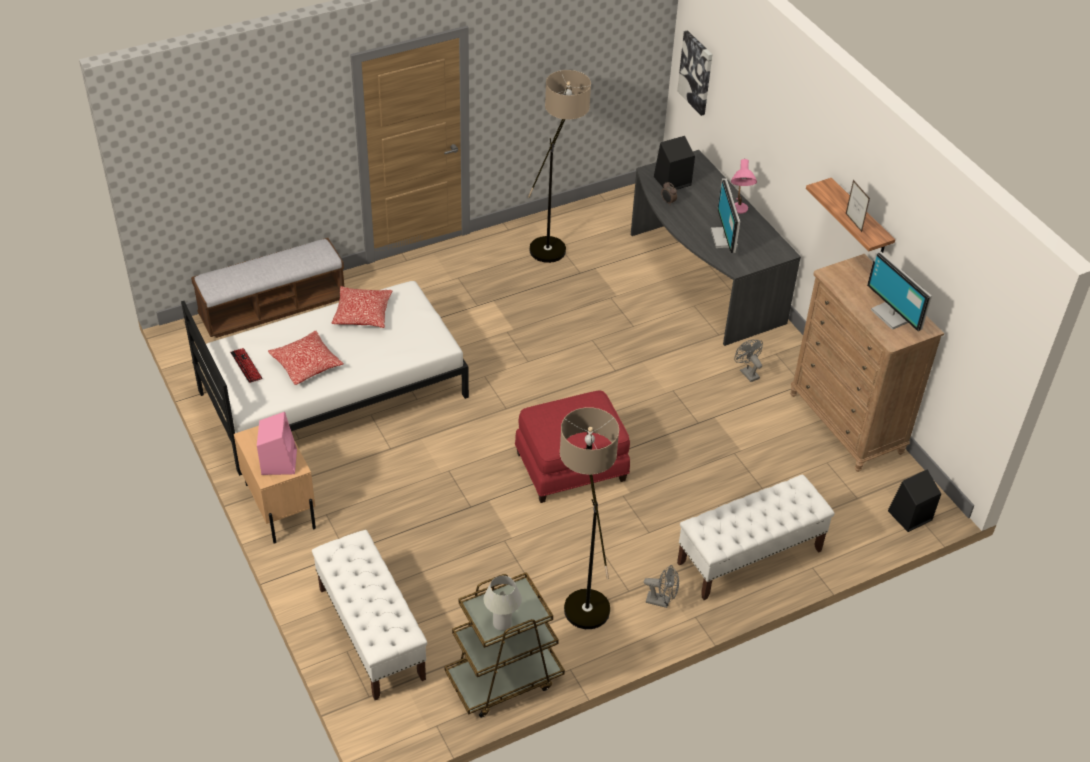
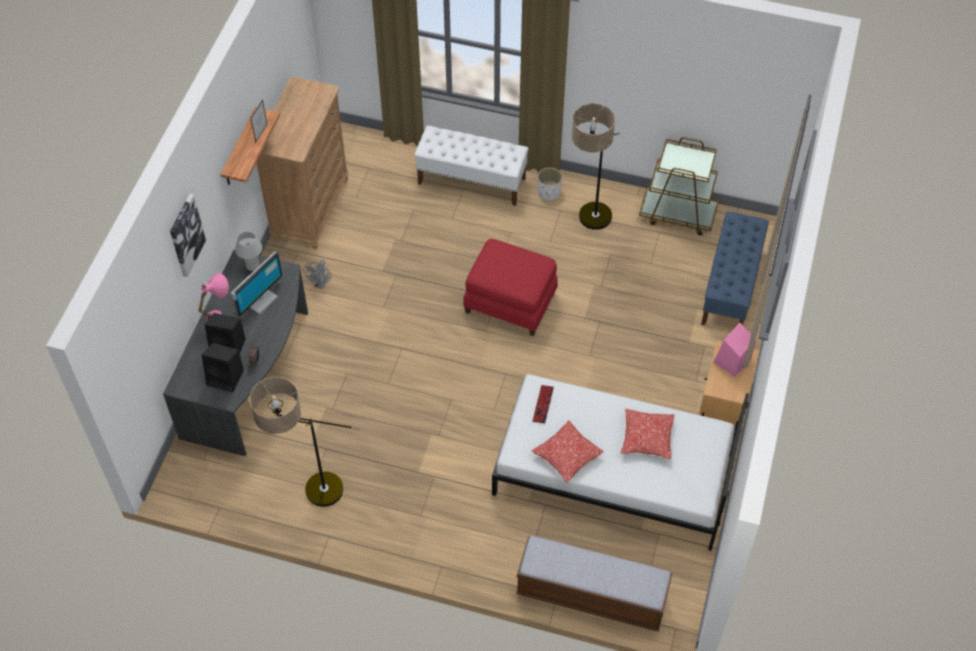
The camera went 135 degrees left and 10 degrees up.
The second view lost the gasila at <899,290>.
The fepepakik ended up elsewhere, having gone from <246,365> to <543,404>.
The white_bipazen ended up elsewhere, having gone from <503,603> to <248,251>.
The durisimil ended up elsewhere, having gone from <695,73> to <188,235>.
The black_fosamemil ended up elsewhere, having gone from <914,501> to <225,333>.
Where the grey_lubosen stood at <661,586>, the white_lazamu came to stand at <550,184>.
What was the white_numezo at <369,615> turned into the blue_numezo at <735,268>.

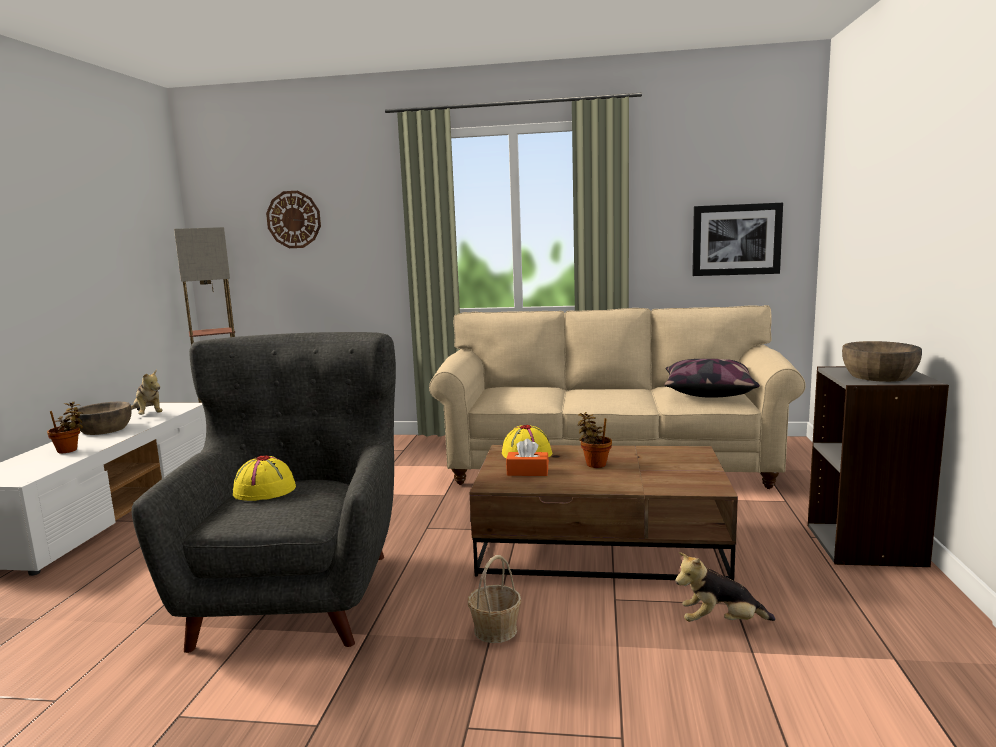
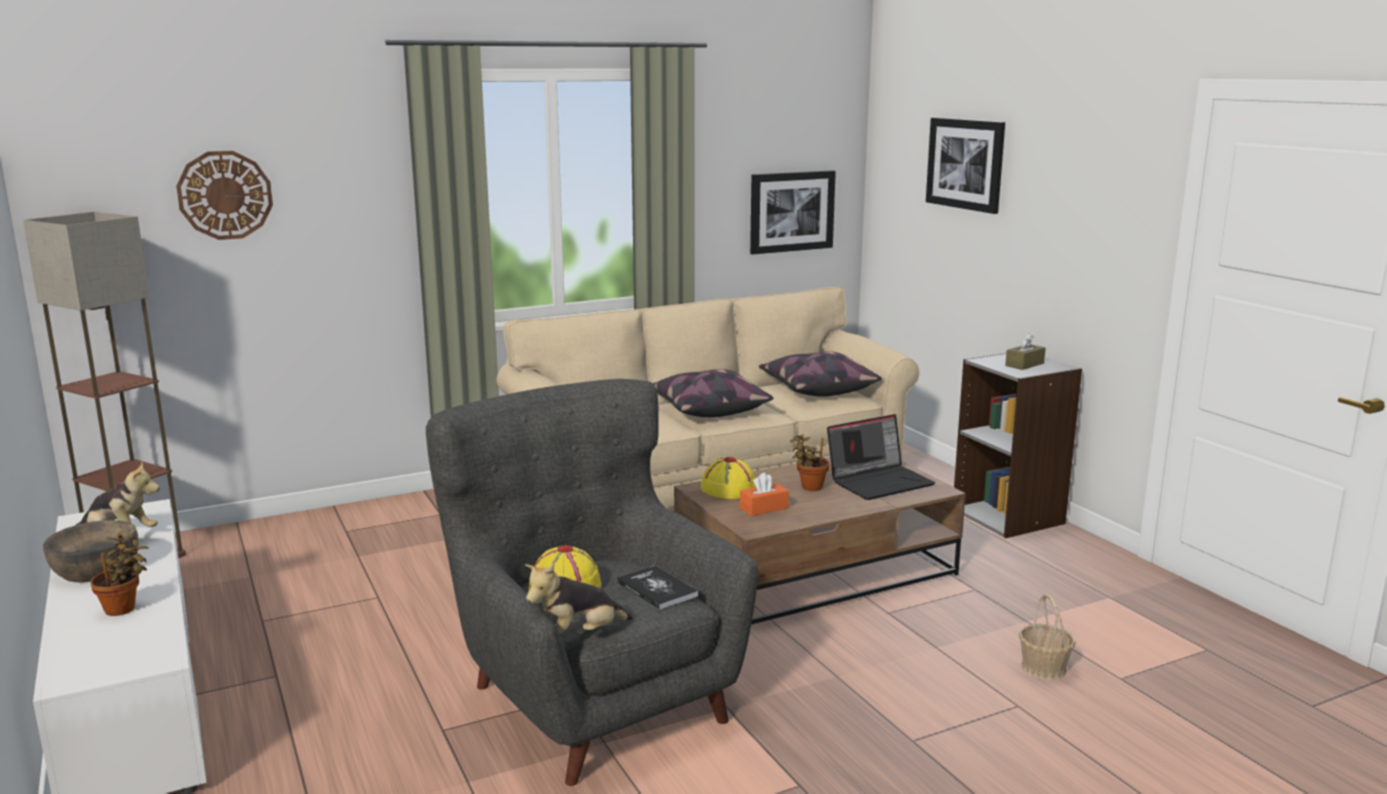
The camera went 35 degrees left and 5 degrees up.
The second view gained the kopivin at <657,587>.
The second view gained the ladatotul at <713,393>.
The second view gained the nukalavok at <881,457>.
The second view gained the durisimil at <965,166>.
The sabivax ended up elsewhere, having gone from <494,599> to <1047,637>.
The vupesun ended up elsewhere, having gone from <725,587> to <579,599>.
Where the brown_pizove stood at <882,361>, the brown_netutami came to stand at <1025,351>.

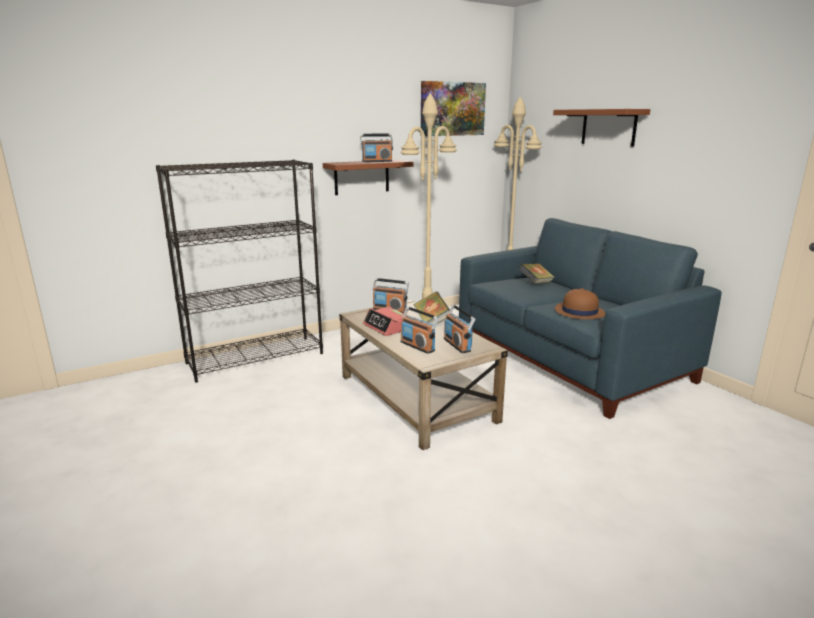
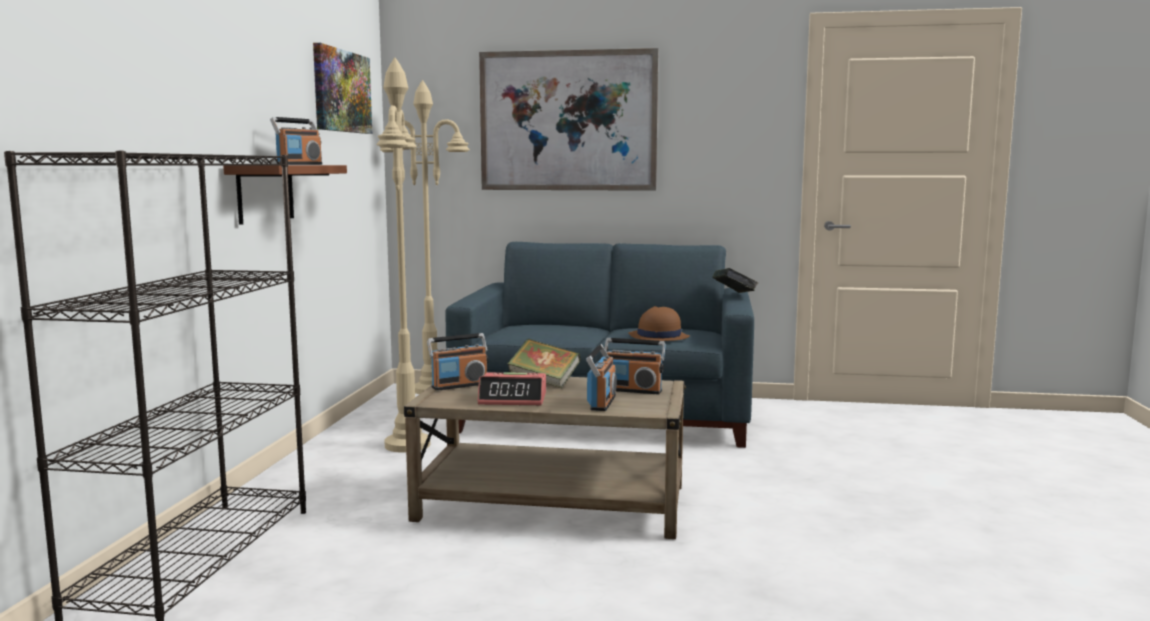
The camera went 50 degrees left and 10 degrees down.
The kopivin ended up elsewhere, having gone from <536,273> to <735,280>.
Where the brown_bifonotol hung at <602,128>, the durisimil came to hang at <568,119>.
The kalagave at <420,330> ended up facing another way, 75 degrees counterclockwise from before.

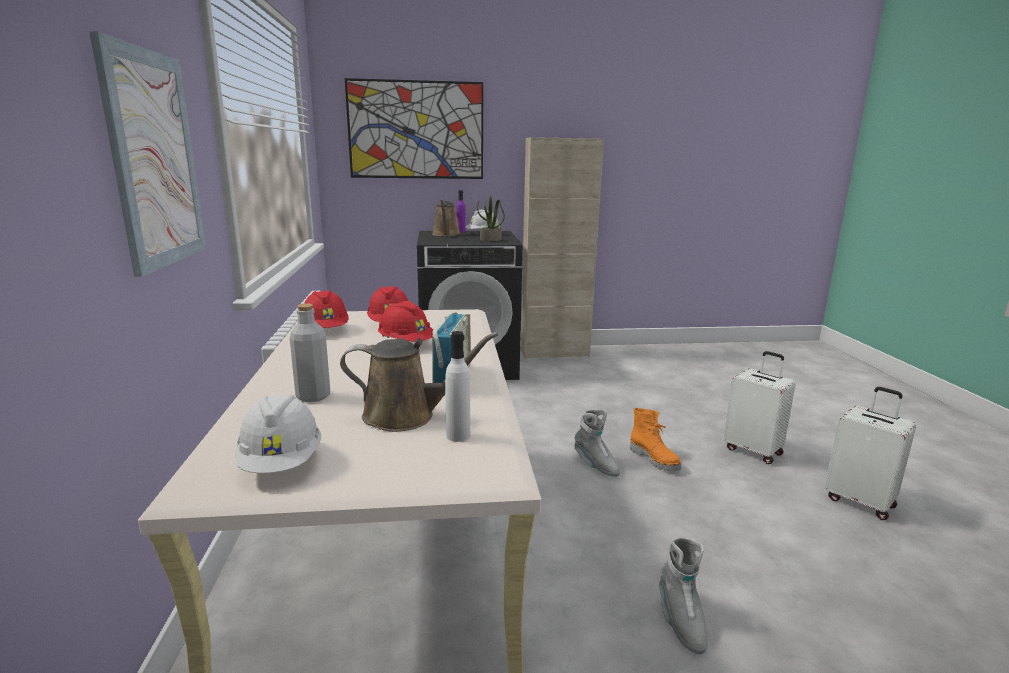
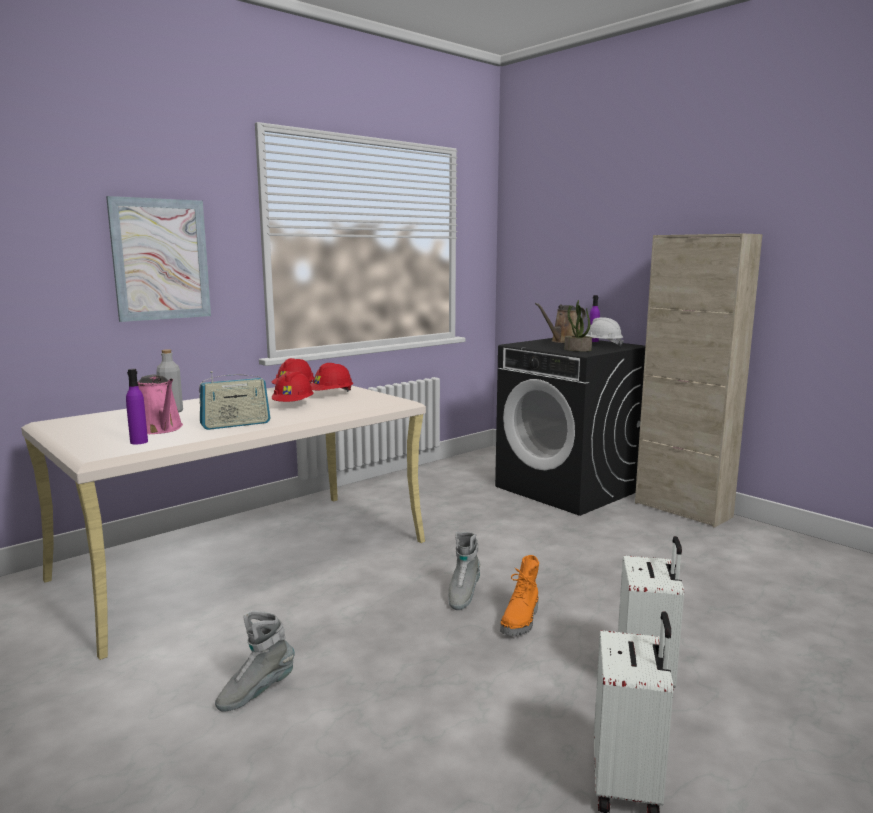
The camera went 55 degrees right and 5 degrees down.
The second view lost the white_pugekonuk at <278,433>.
The second view lost the durisimil at <414,128>.
What was the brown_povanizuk at <419,382> turned into the pink_povanizuk at <160,404>.
What was the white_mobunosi at <457,386> turned into the purple_mobunosi at <137,407>.

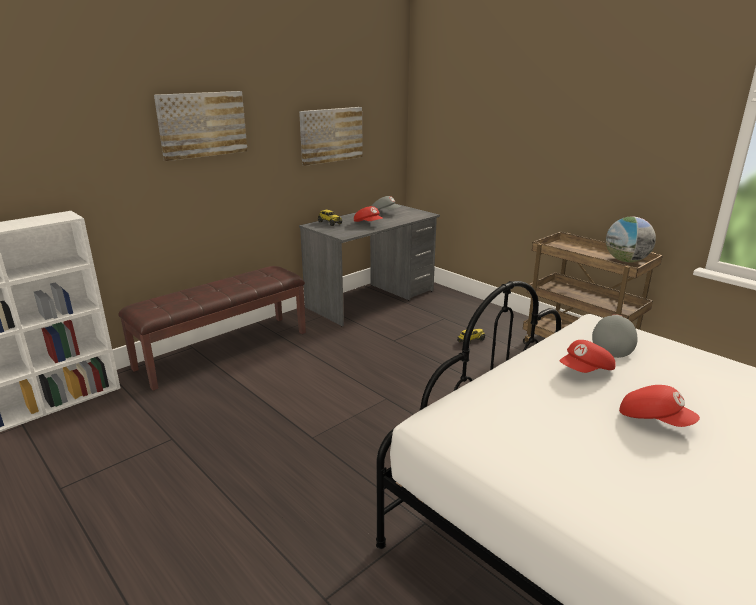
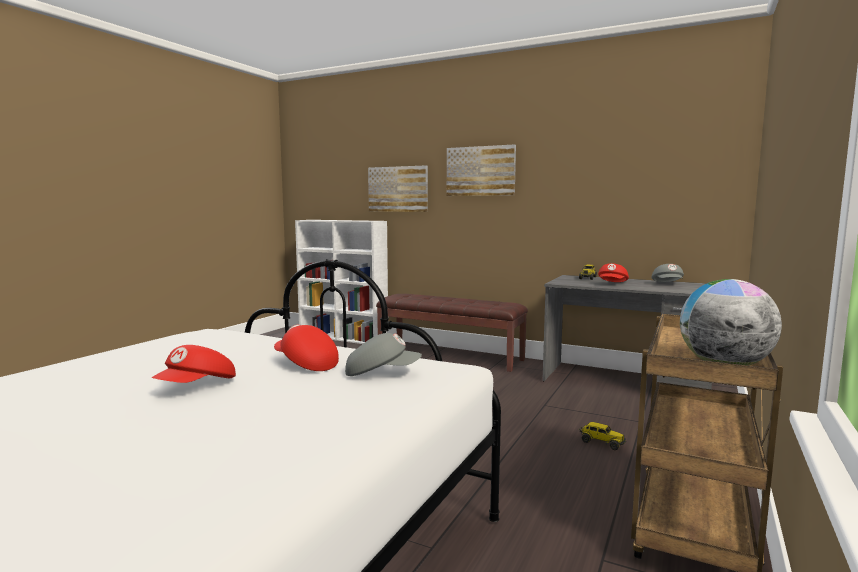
The camera went 70 degrees right and 15 degrees down.
The durisimil ended up elsewhere, having gone from <331,136> to <398,188>.

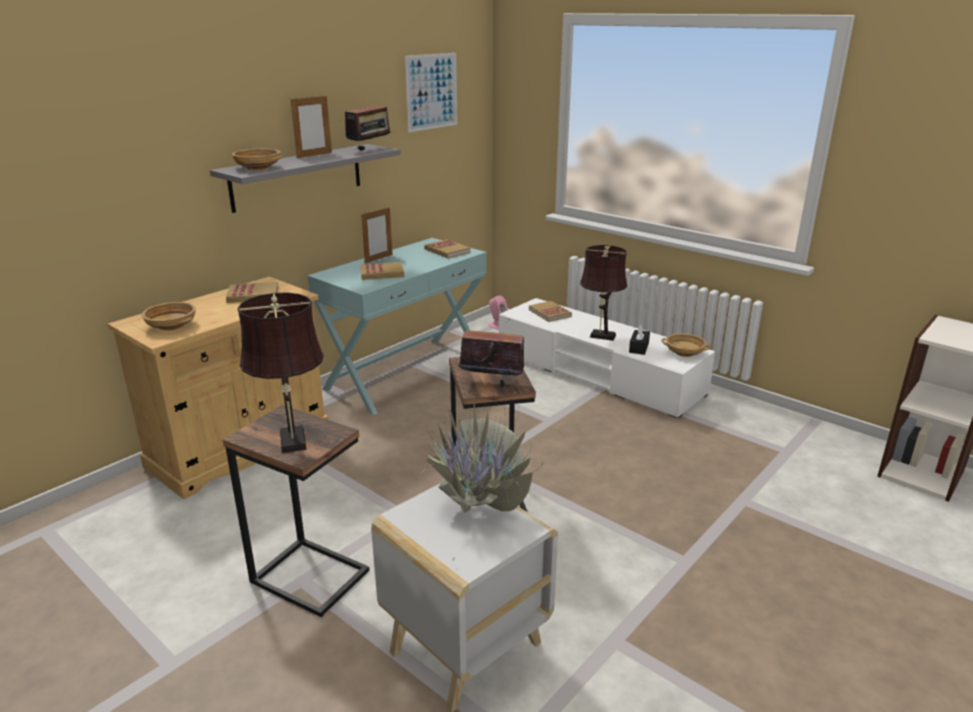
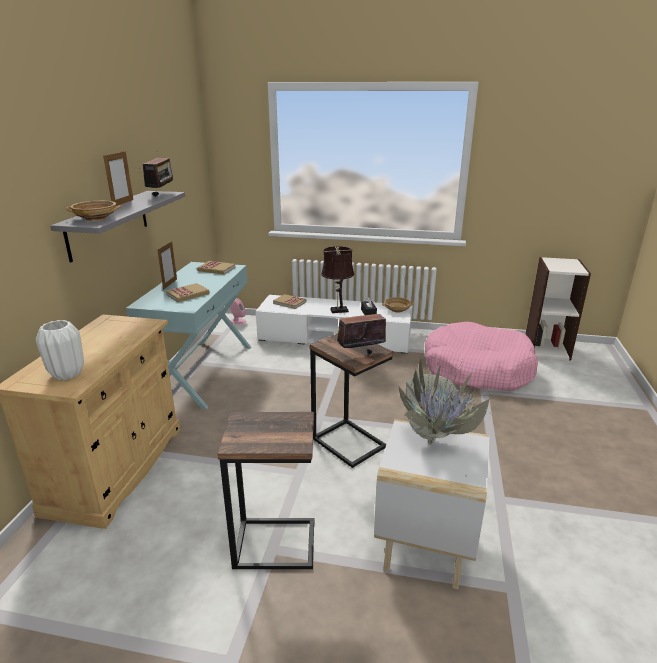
The camera went 30 degrees left and 0 degrees up.
The second view lost the kopivin at <252,292>.
The second view lost the brown_bipazen at <280,372>.
The second view lost the durisimil at <431,92>.
The second view gained the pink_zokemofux at <481,356>.
Where the beige_pizove stood at <169,316>, the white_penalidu came to stand at <60,350>.

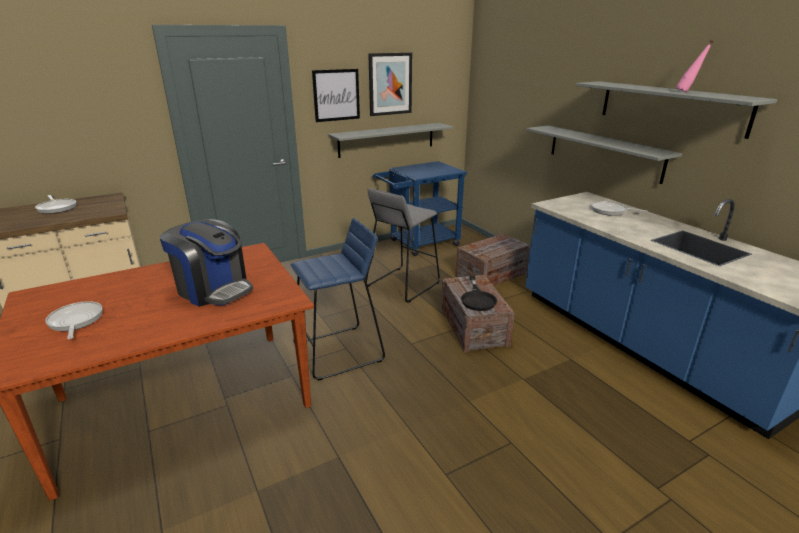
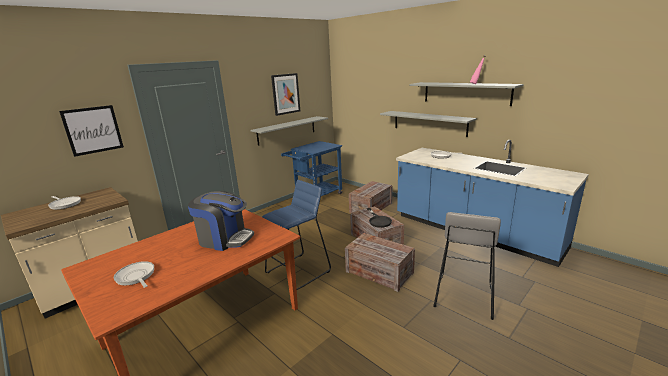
The camera went 15 degrees left and 5 degrees down.
The second view gained the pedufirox at <380,262>.
The durisimil ended up elsewhere, having gone from <336,95> to <91,131>.
The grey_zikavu ended up elsewhere, having gone from <403,245> to <467,266>.

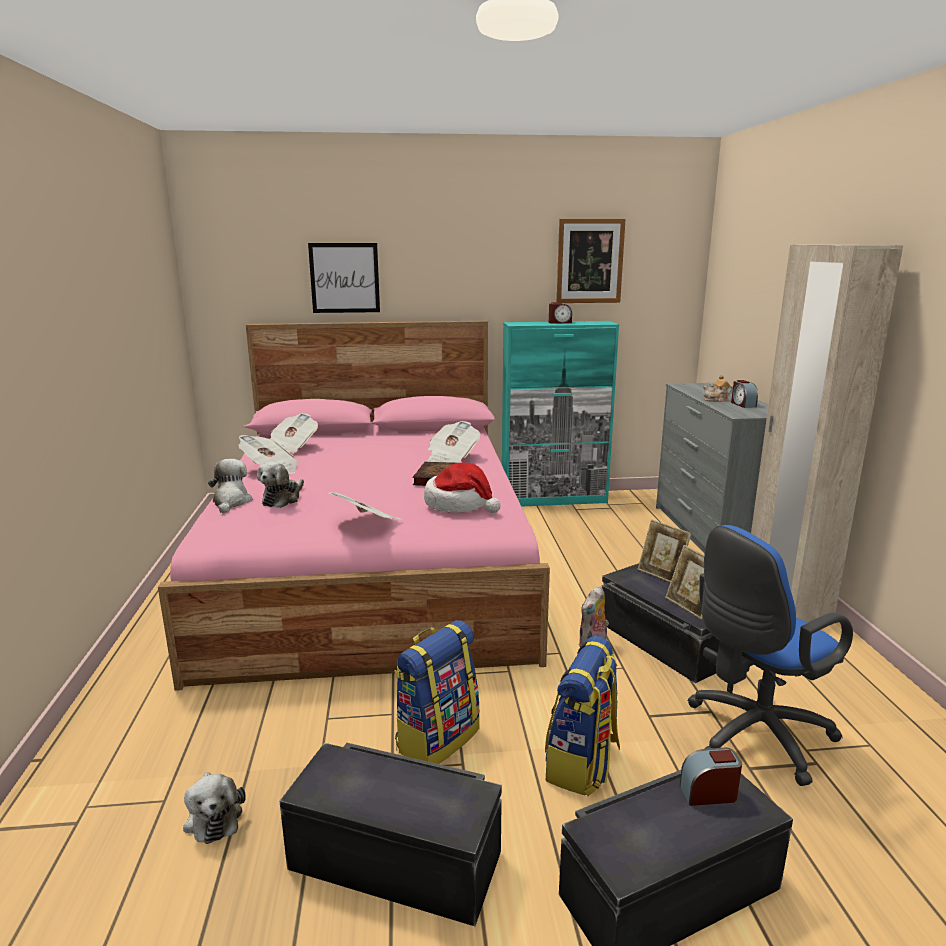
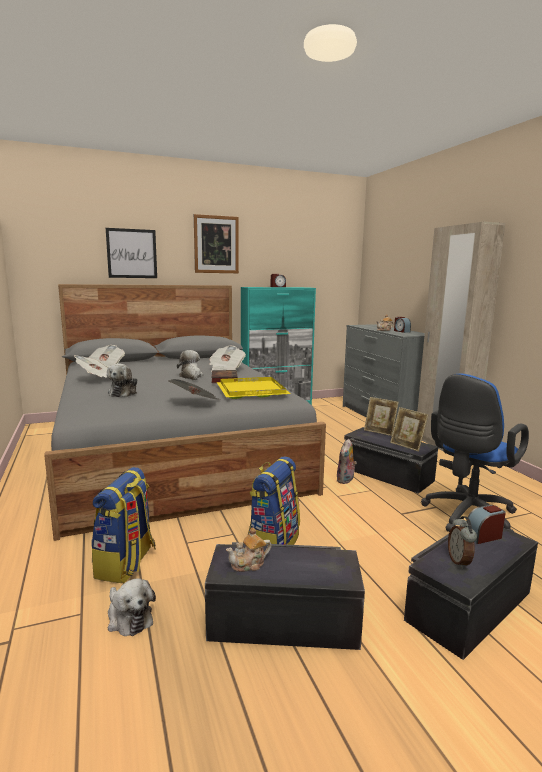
The camera went 15 degrees left and 5 degrees down.
The second view gained the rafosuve at <248,549>.
The second view gained the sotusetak at <462,542>.
The vupesun ended up elsewhere, having gone from <230,486> to <190,365>.
The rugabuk ended up elsewhere, having gone from <582,716> to <124,525>.
The durisimil ended up elsewhere, having gone from <591,261> to <216,243>.
Where the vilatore stood at <462,487>, the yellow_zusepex came to stand at <254,388>.
What was the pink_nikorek at <354,506> turned into the grey_nikorek at <185,412>.

